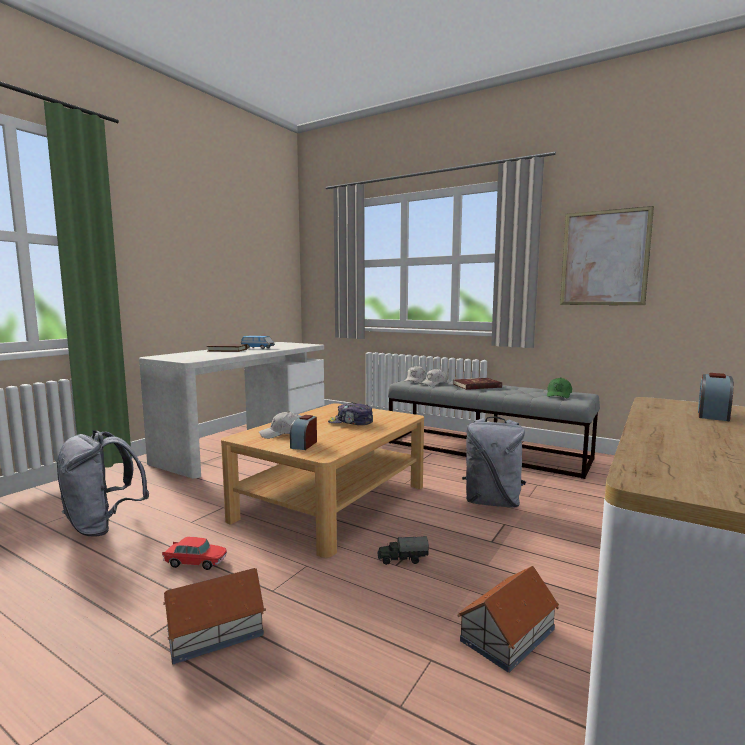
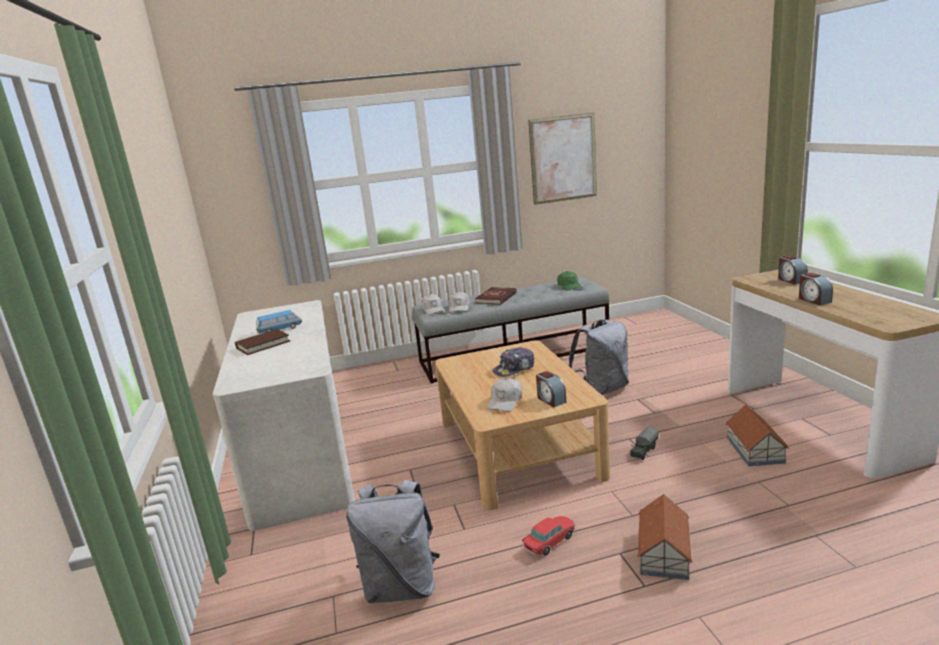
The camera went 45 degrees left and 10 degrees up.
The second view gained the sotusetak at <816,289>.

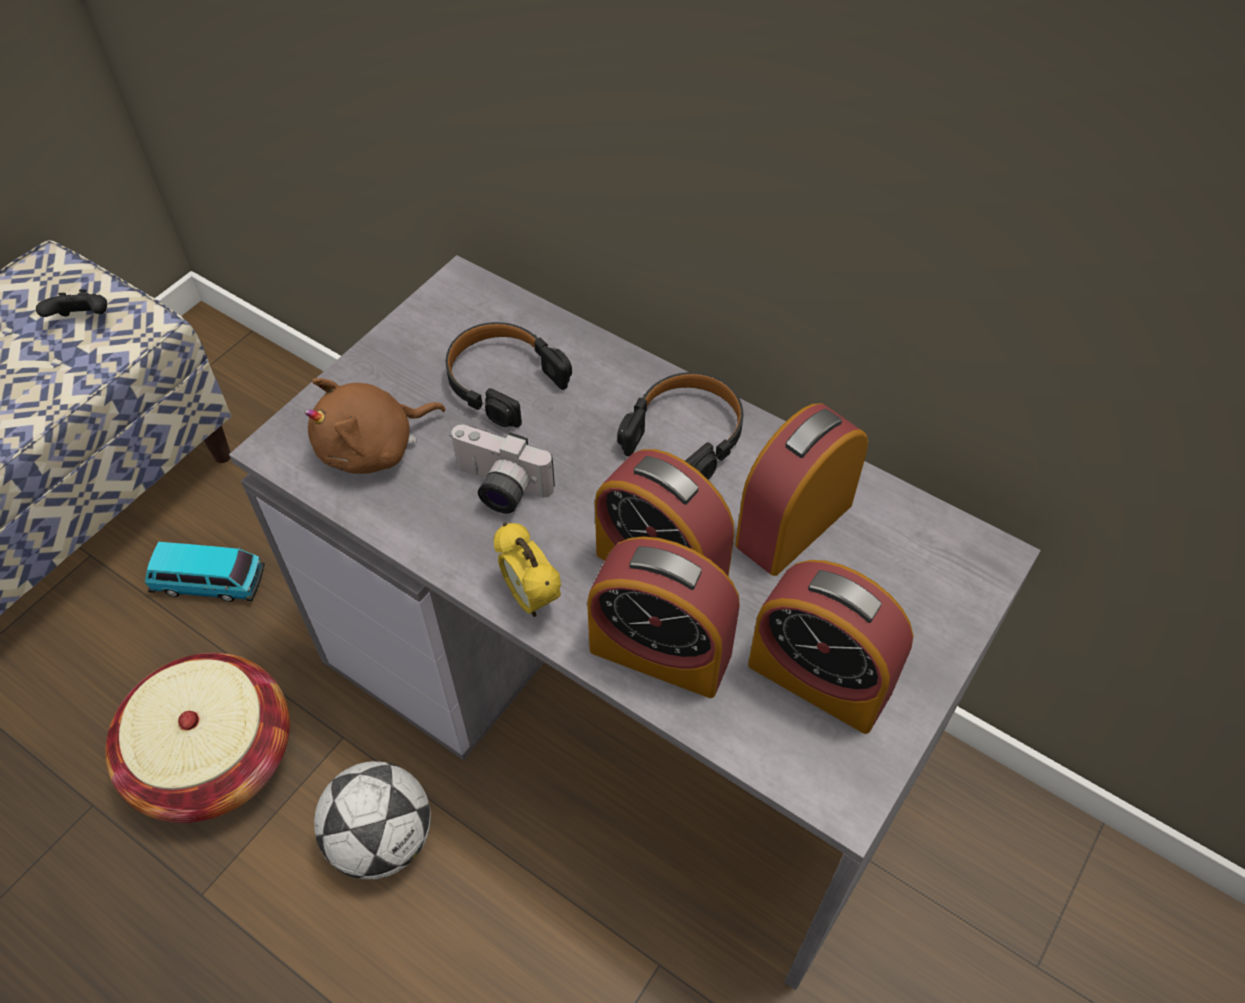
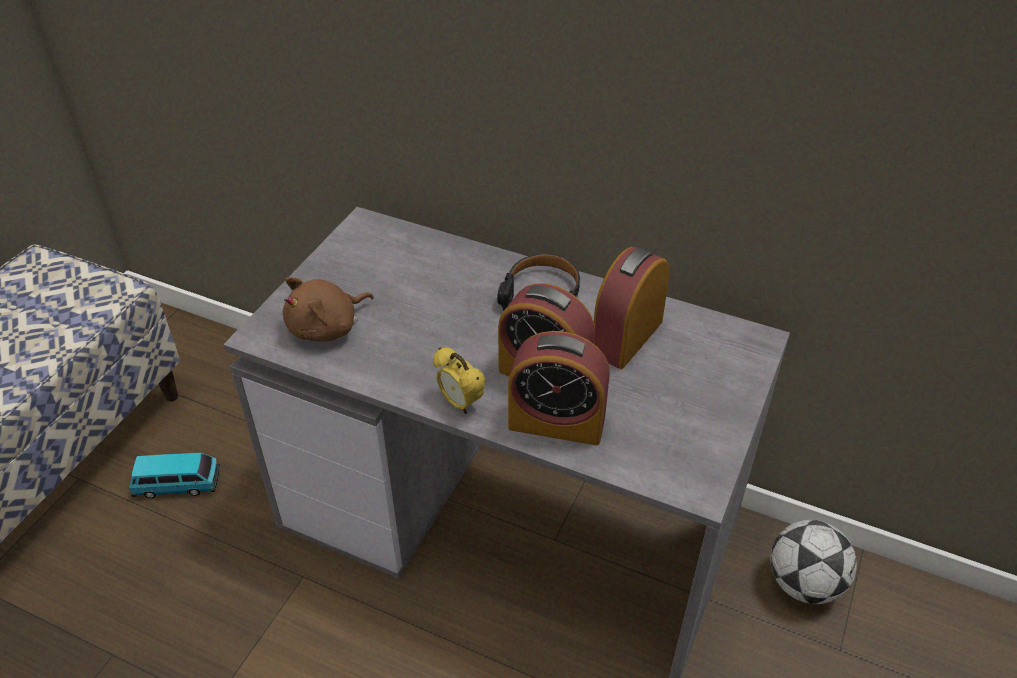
The camera went 10 degrees left and 10 degrees down.
The second view lost the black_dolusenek at <71,303>.
The second view lost the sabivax at <197,738>.
The second view lost the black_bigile at <509,375>.
The second view lost the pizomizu at <502,469>.
The second view lost the sotusetak at <830,647>.
The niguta ended up elsewhere, having gone from <372,820> to <813,562>.

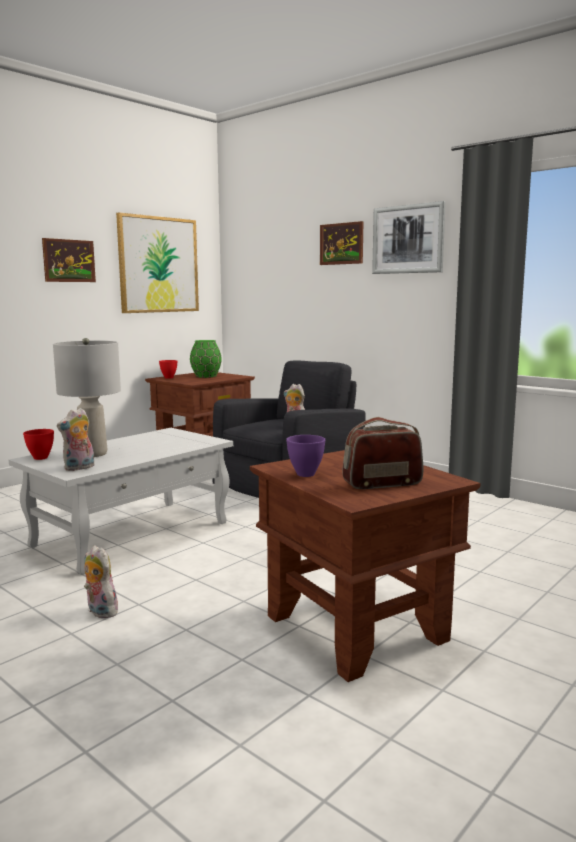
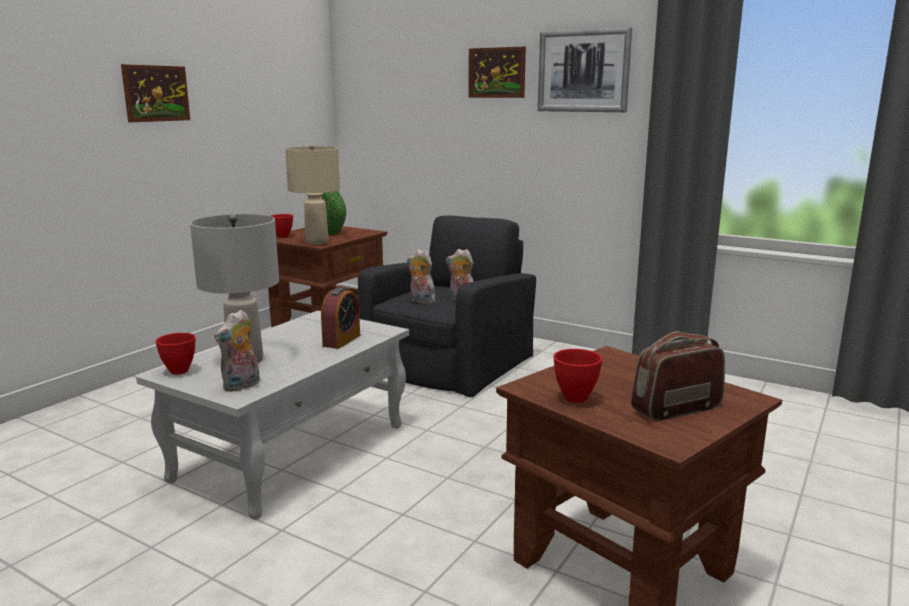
The camera went 10 degrees left and 5 degrees up.
The second view lost the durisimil at <157,263>.
The second view gained the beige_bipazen at <312,194>.
The second view gained the sotusetak at <340,318>.
The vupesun ended up elsewhere, having gone from <101,581> to <422,276>.
What was the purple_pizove at <305,456> turned into the red_pizove at <577,376>.

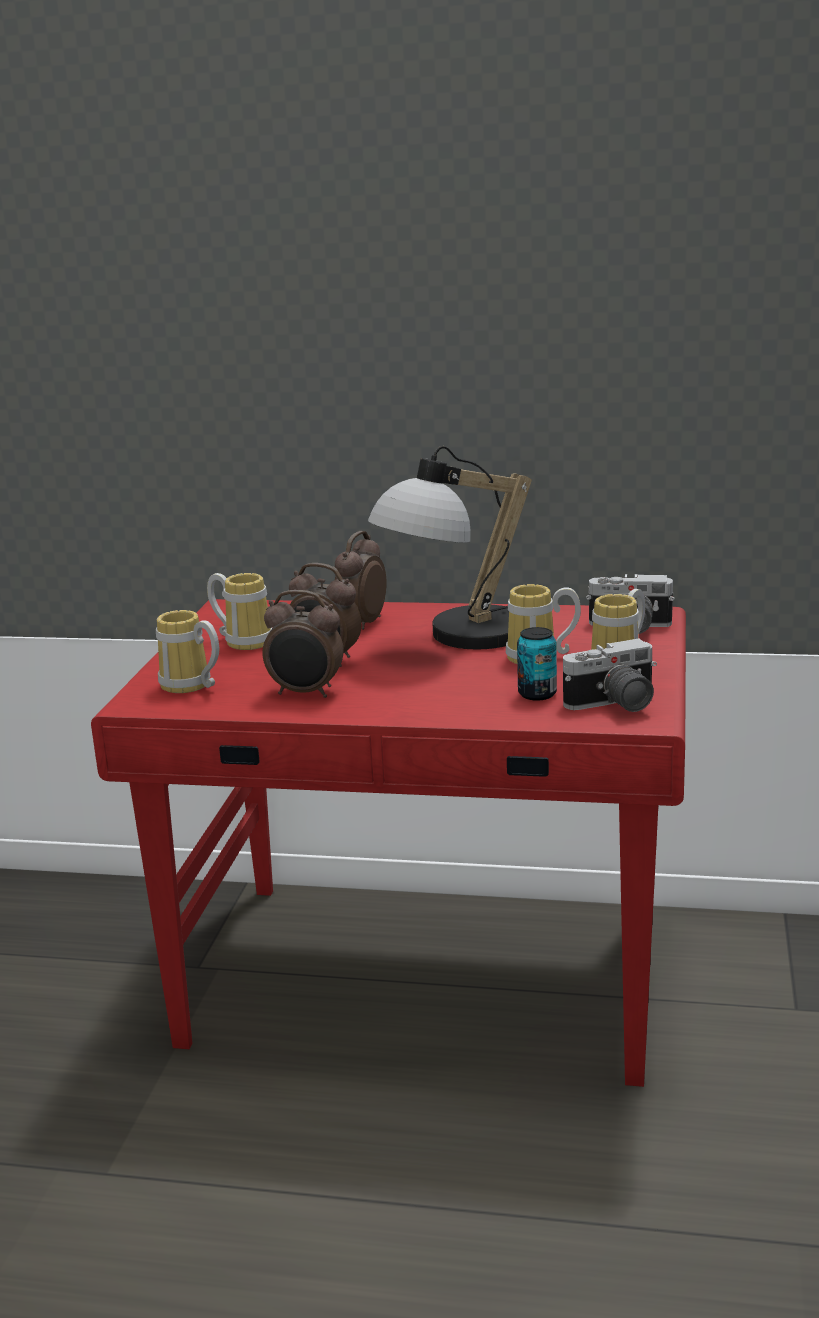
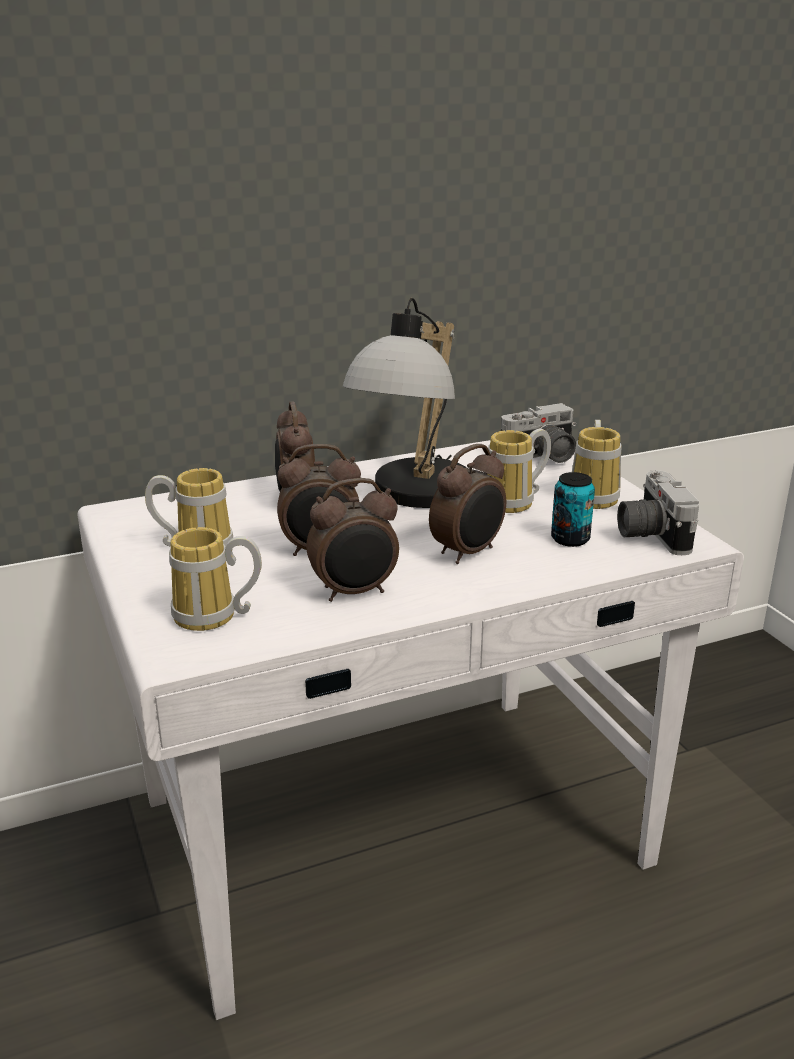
The camera went 35 degrees left and 5 degrees up.
The second view gained the sotusetak at <467,504>.
What was the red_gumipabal at <388,843> turned into the white_gumipabal at <411,730>.
The pizomizu at <610,675> ended up facing another way, 135 degrees clockwise from before.

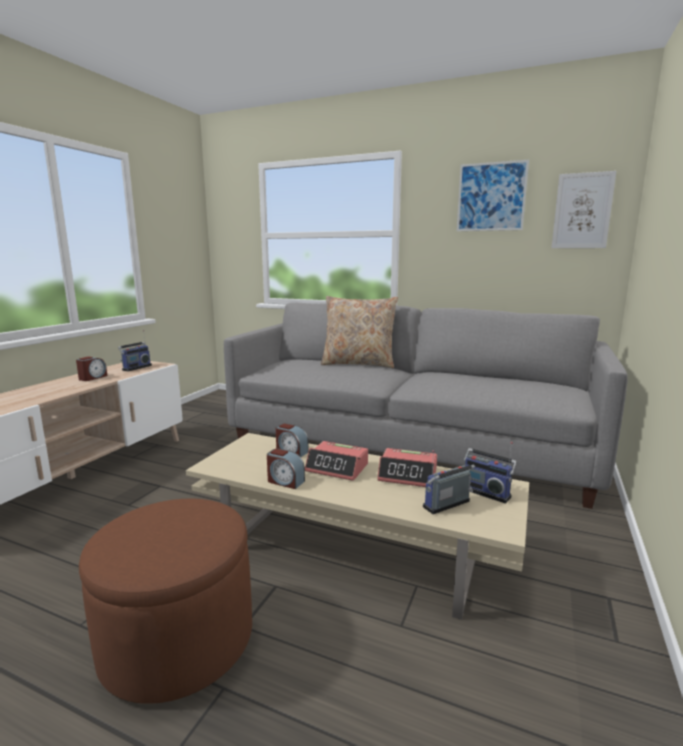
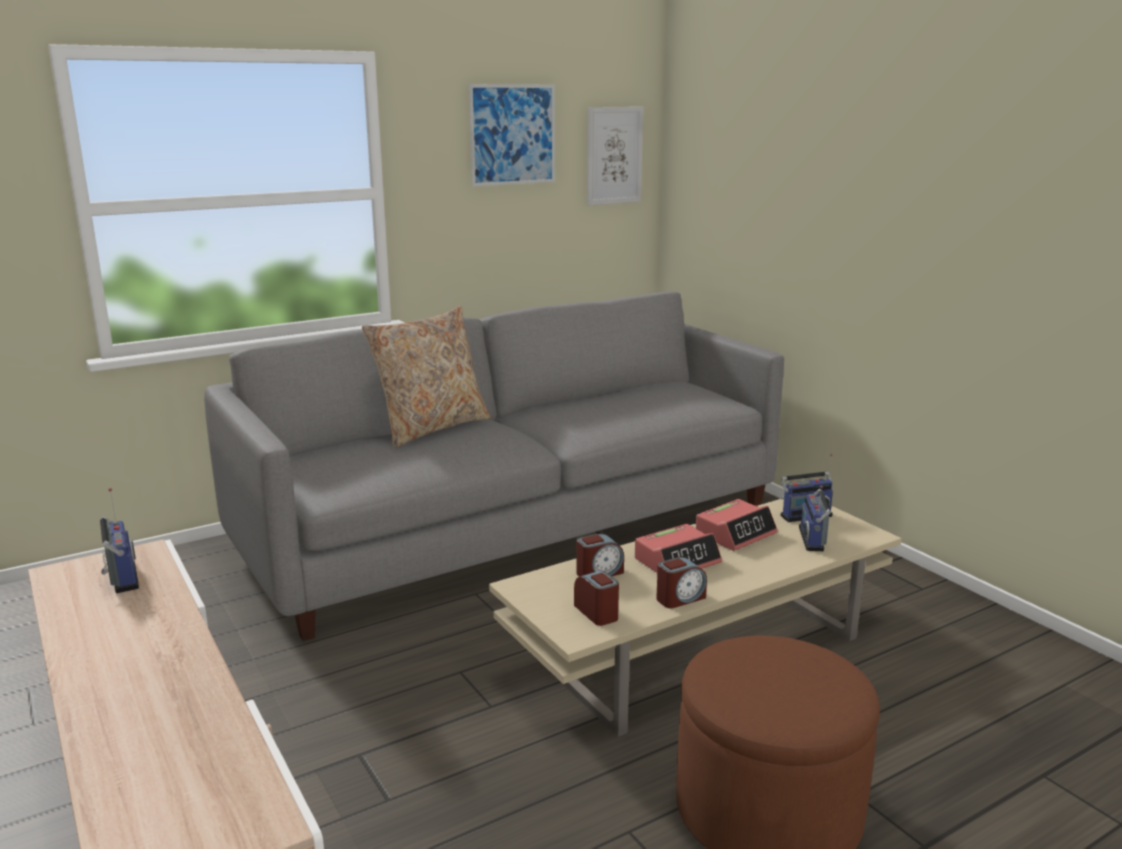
The camera went 55 degrees left and 5 degrees up.
The sotusetak ended up elsewhere, having gone from <91,368> to <596,598>.

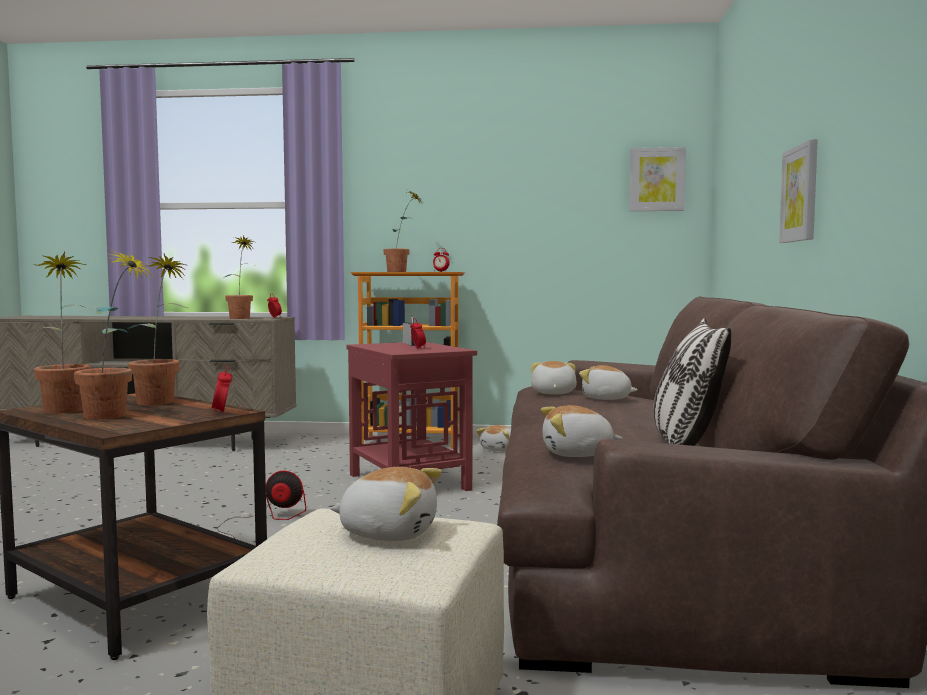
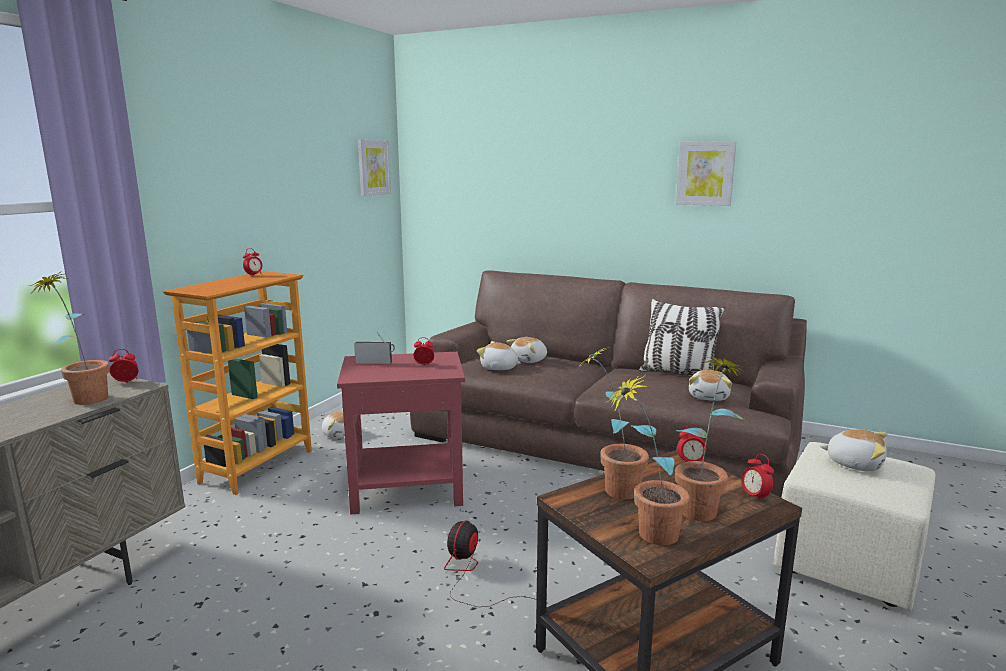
The camera went 70 degrees left and 10 degrees up.
The second view lost the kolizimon at <403,231>.
The second view gained the sotusetak at <757,478>.
The durisimil ended up elsewhere, having gone from <798,191> to <706,173>.
The vupesun at <386,504> ended up facing another way, 90 degrees clockwise from before.

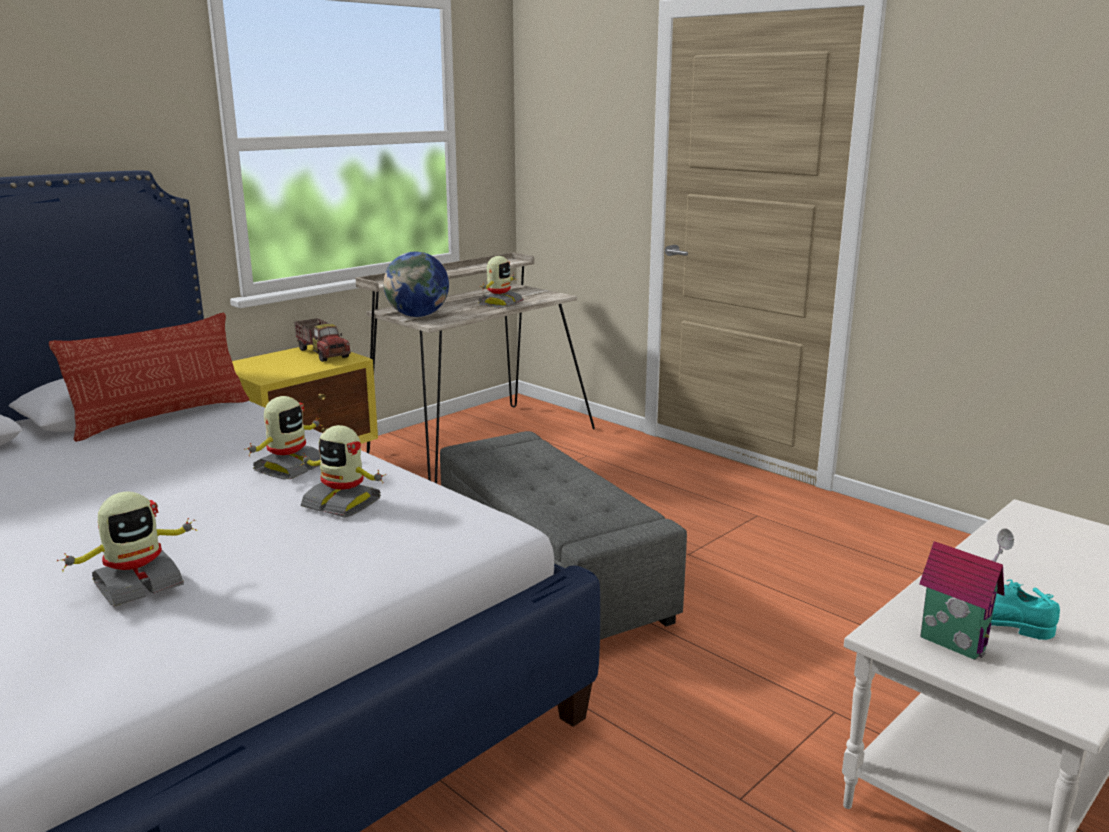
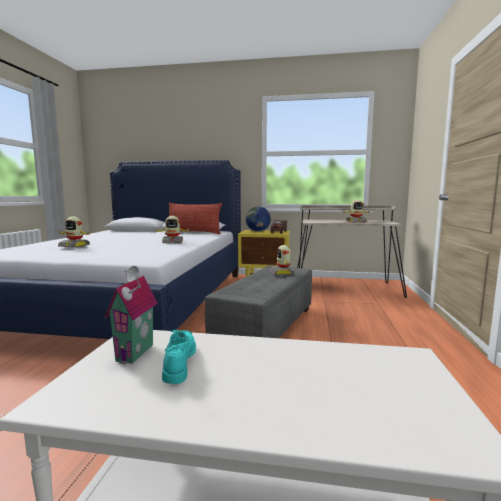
The camera went 55 degrees right and 10 degrees down.
The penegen ended up elsewhere, having gone from <343,471> to <282,260>.
The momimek ended up elsewhere, having gone from <416,284> to <258,218>.

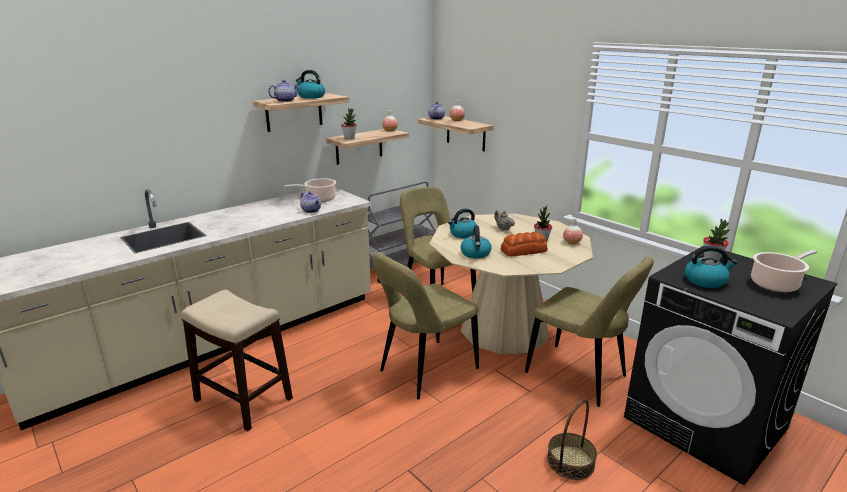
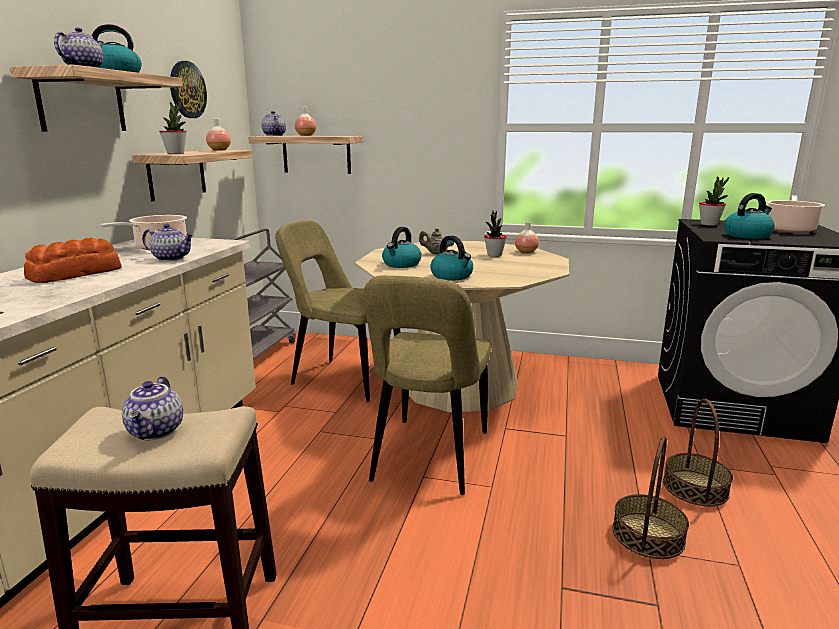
The camera went 35 degrees left and 5 degrees down.
The second view lost the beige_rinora at <589,331>.
The second view gained the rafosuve at <152,408>.
The second view gained the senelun at <188,89>.
The second view gained the sabivax at <650,498>.
The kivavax ended up elsewhere, having gone from <524,244> to <73,260>.

